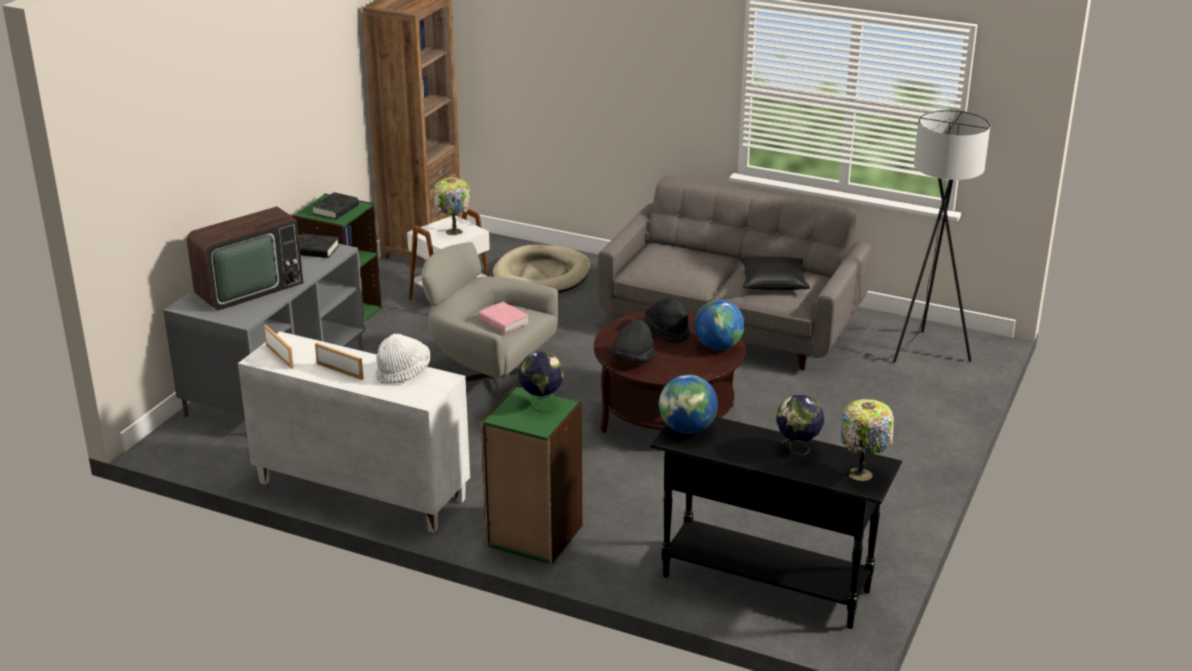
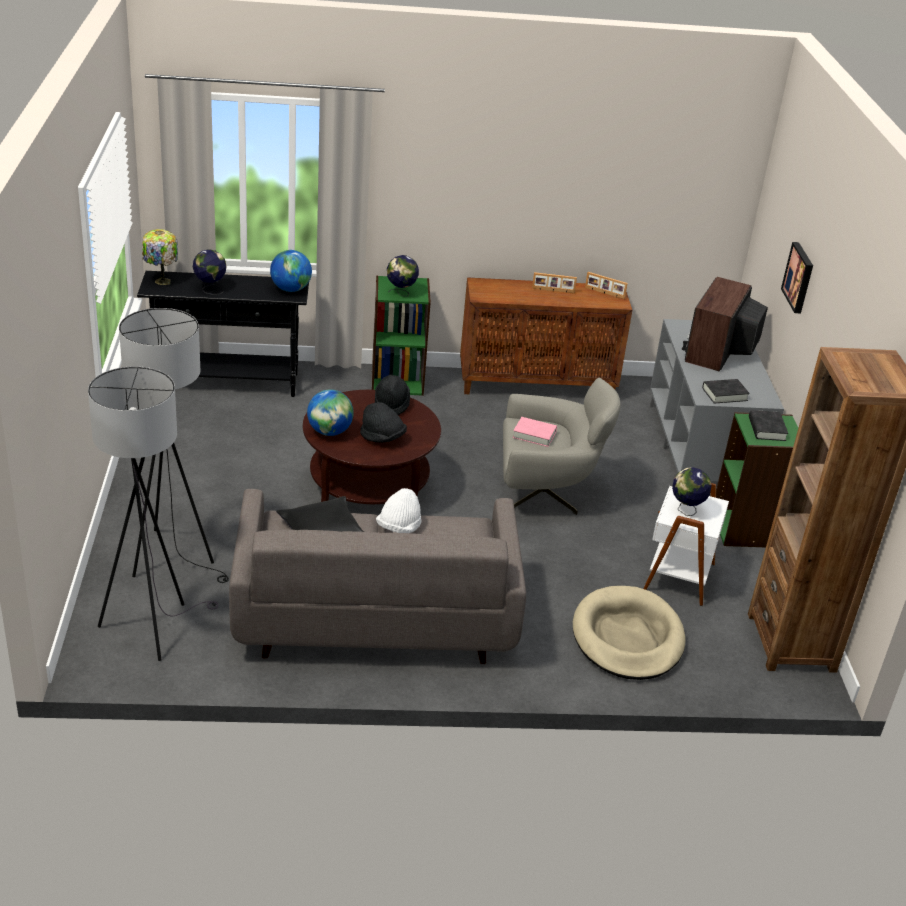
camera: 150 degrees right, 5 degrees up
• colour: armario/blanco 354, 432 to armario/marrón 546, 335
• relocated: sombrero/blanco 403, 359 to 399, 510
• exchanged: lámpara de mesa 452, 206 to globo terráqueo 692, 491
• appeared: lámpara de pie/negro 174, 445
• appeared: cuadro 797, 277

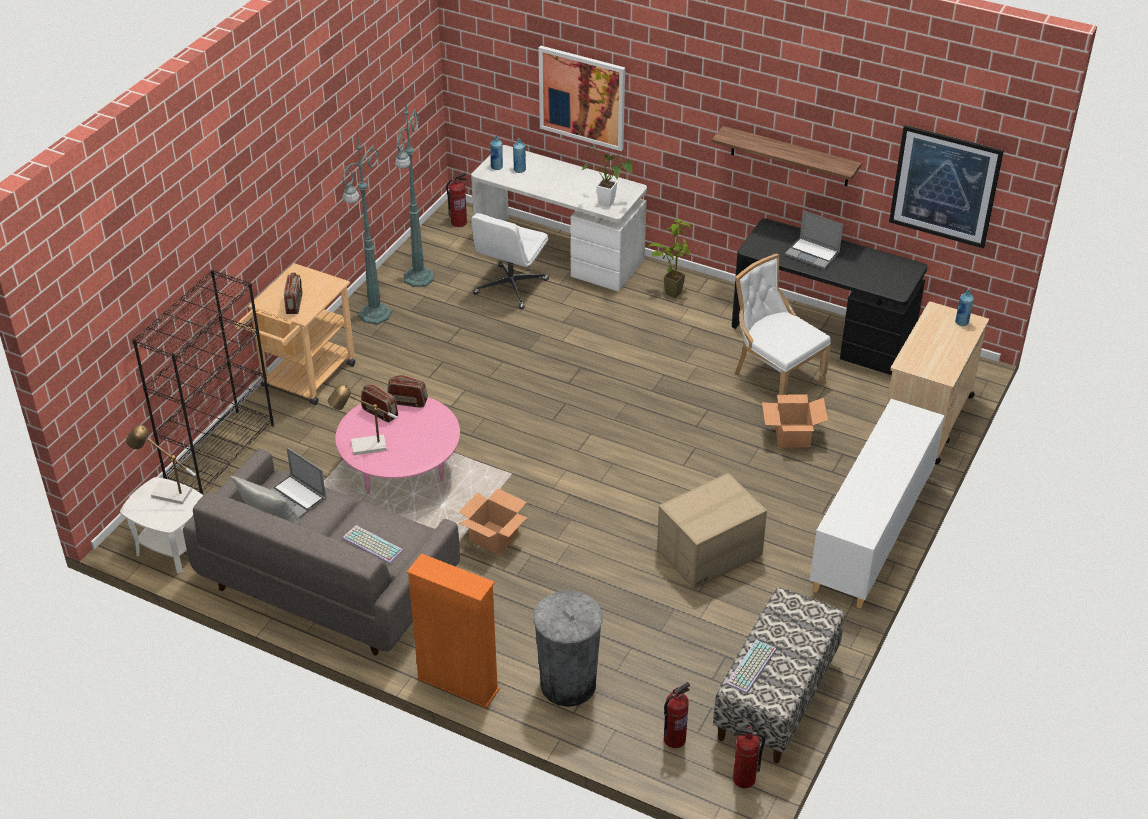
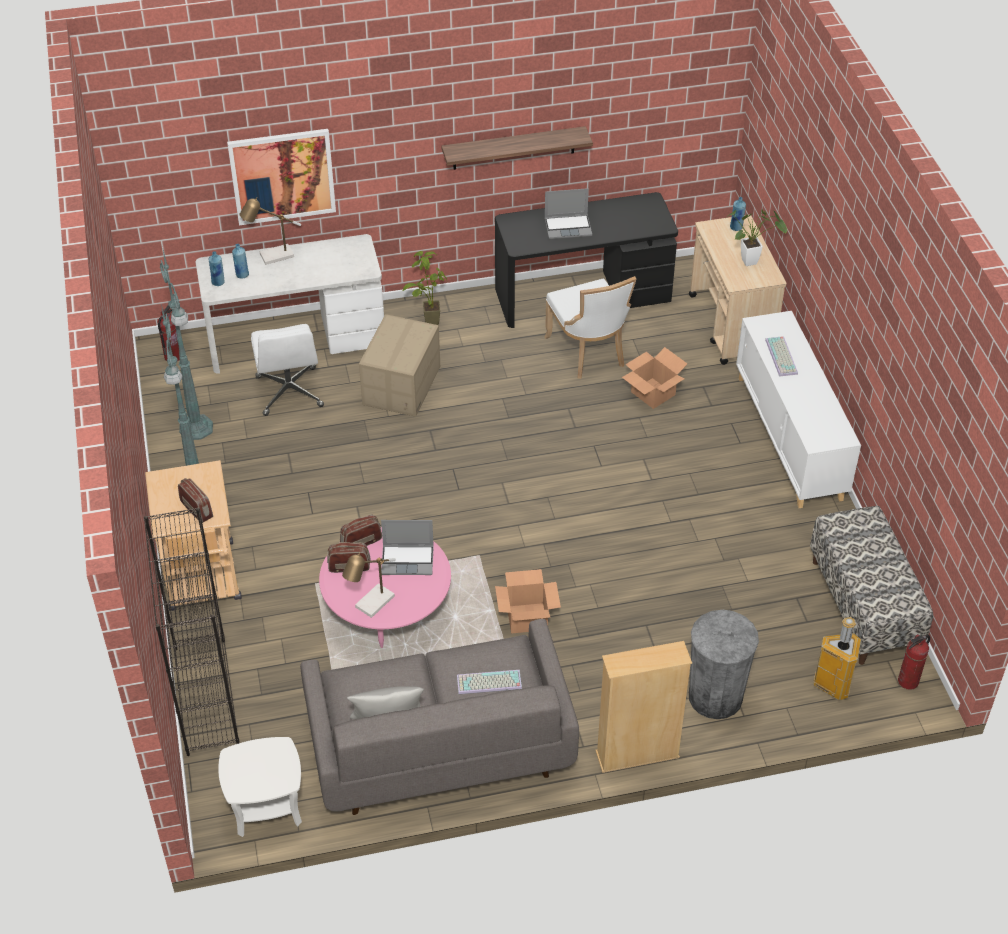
camera: 40 degrees left, 5 degrees up
• relocated: lámpara de mesa 161, 464 to 270, 231
• relocated: portátil 298, 482 to 407, 547
• colour: estantería/naranja 453, 630 to estantería/beis 643, 707
• relocated: planta en maceta 607, 176 to 757, 237
• relocated: caja de cartón 712, 531 to 399, 365
• exchanged: extintor 677, 715 to papelera 837, 659
• relocated: teclado 751, 667 to 781, 356
• spun: silla/blanco 783, 324 = 590, 327 120 degrees counterclockwise
• missing: cuadro 946, 186

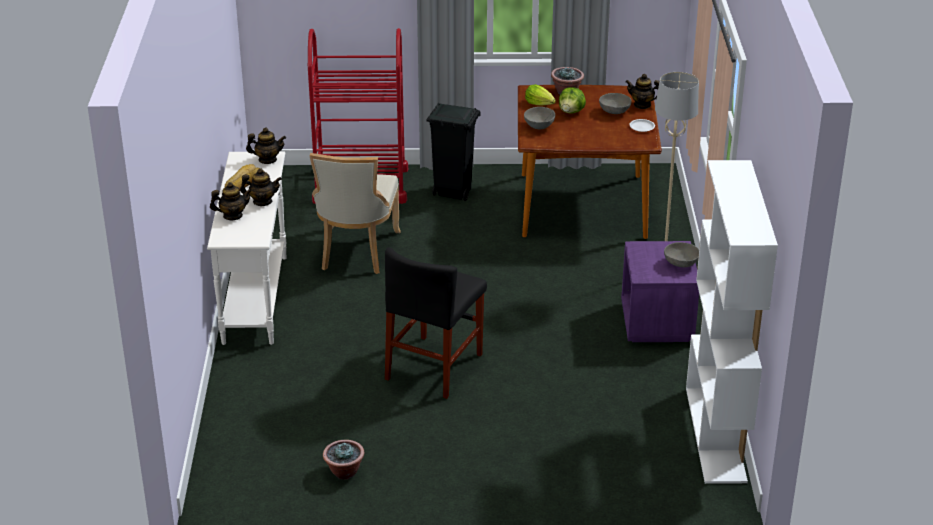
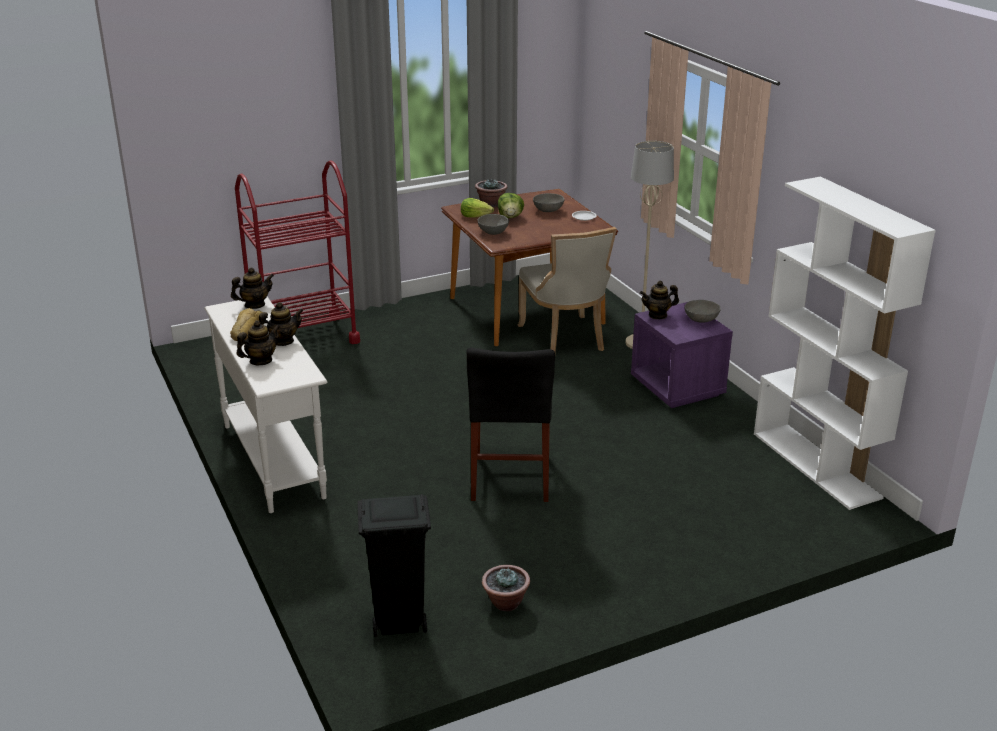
camera: 25 degrees left, 5 degrees down
• relocated: silla/beis 355, 213 to 567, 290
• relocated: papelera/negro 453, 152 to 394, 565
• relocated: tetera 642, 91 to 659, 299

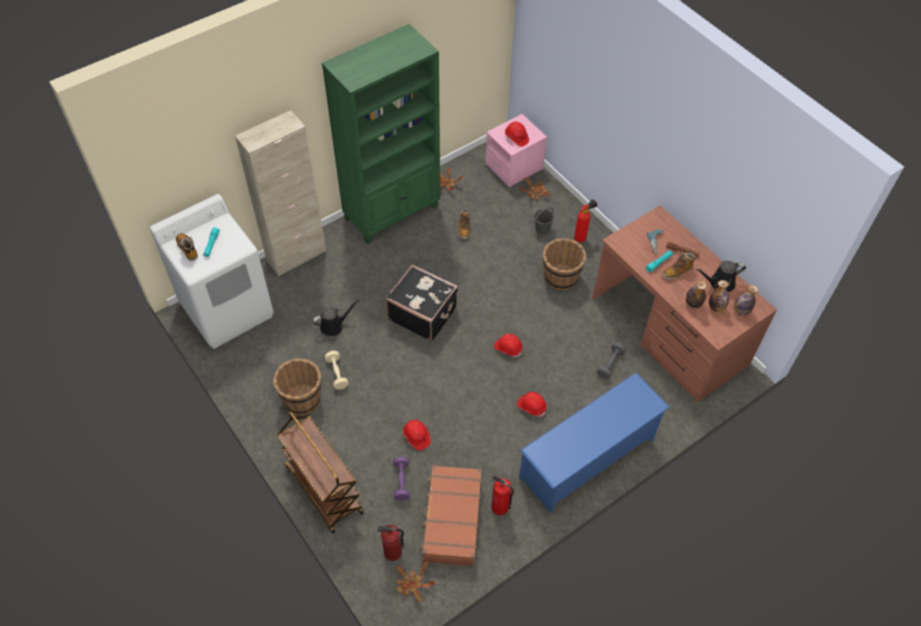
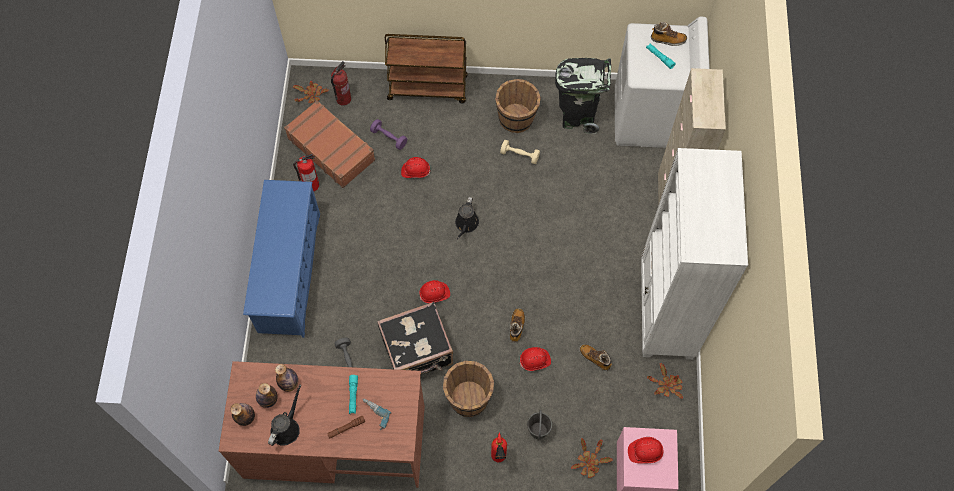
camera: 130 degrees right, 10 degrees up
• relocated: regadera/negro 336, 317 to 467, 218
• colour: estantería/verde 381, 134 to estantería/blanco 694, 254
• relocated: maleta/negro 421, 302 to 415, 338
• relocated: casco/rojo 532, 404 to 535, 359
• relocated: bota 679, 266 to 517, 325
• appeared: papelera/negro 583, 96

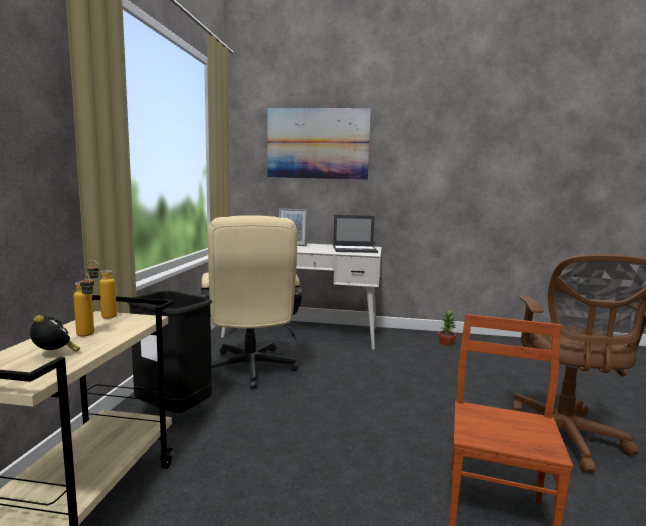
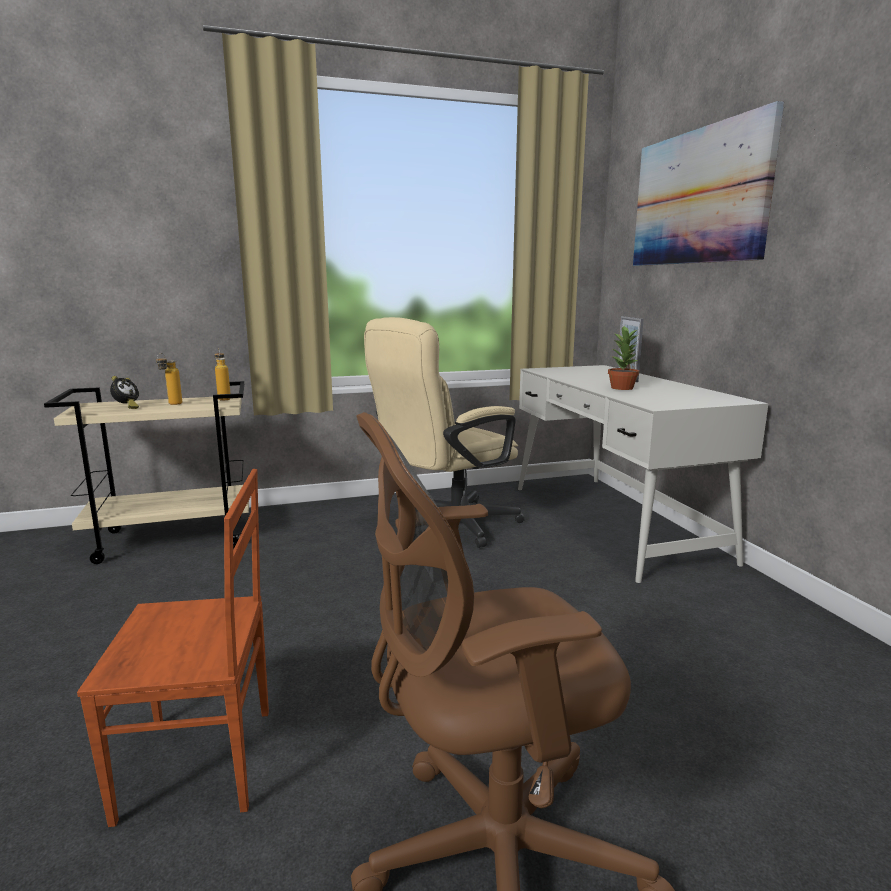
camera: 65 degrees right, 5 degrees up
• missing: papelera/negro 169, 352
• missing: portátil 355, 234
• relocated: planta en maceta 447, 328 to 624, 358

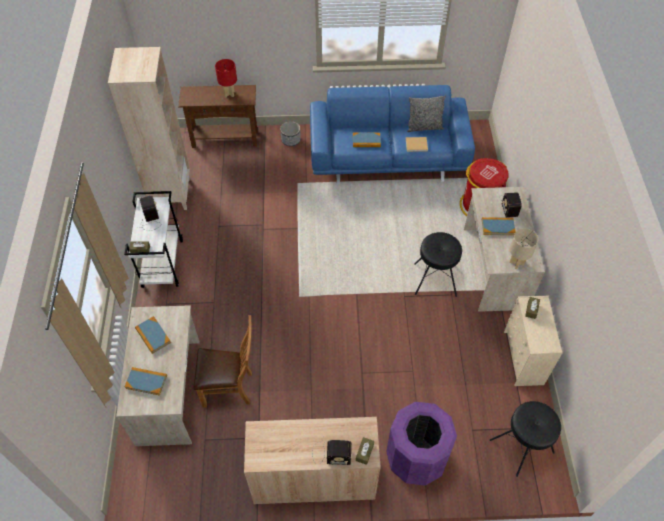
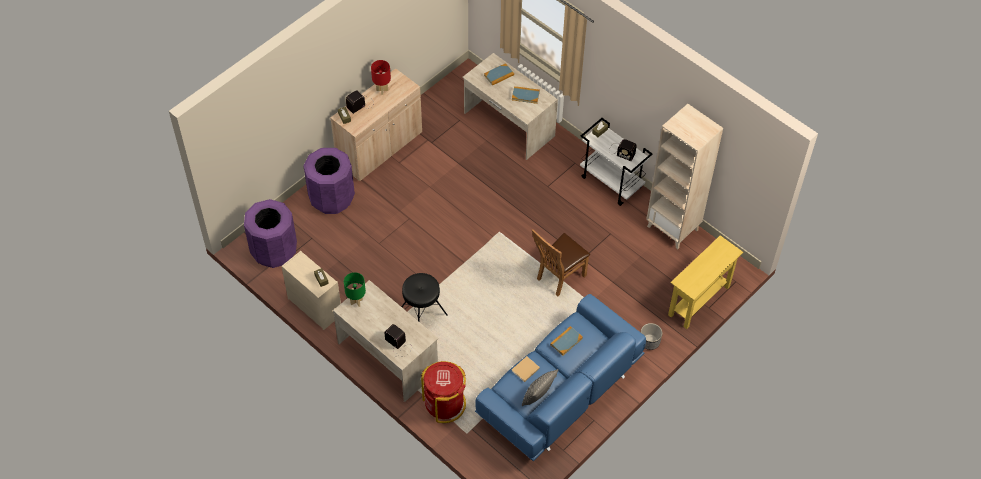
camera: 135 degrees right, 0 degrees up
• colour: mesa consola/marrón 217, 116 to mesa consola/amarillo 705, 282
• relocated: silla/marrón 223, 361 to 561, 262
• relocated: lámpara de mesa/rojo 226, 78 to 381, 77
• missing: libro 499, 226
• exchanged: taburete/negro 525, 439 to papelera/morado 270, 233
• colour: lámpara de mesa/beis 523, 248 to lámpara de mesa/verde 355, 289

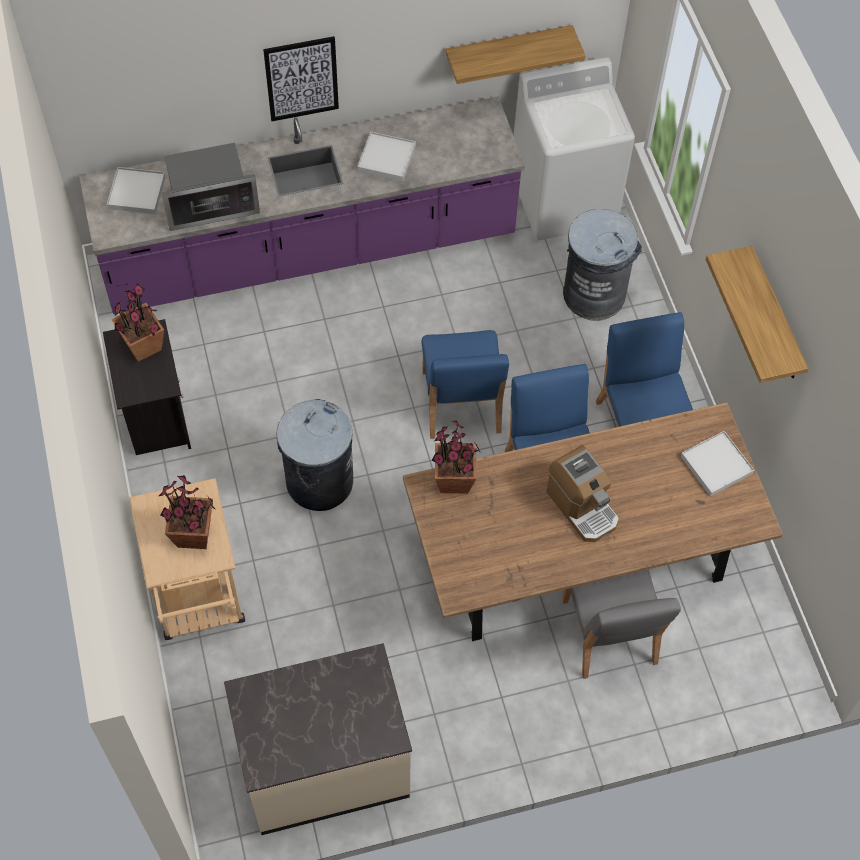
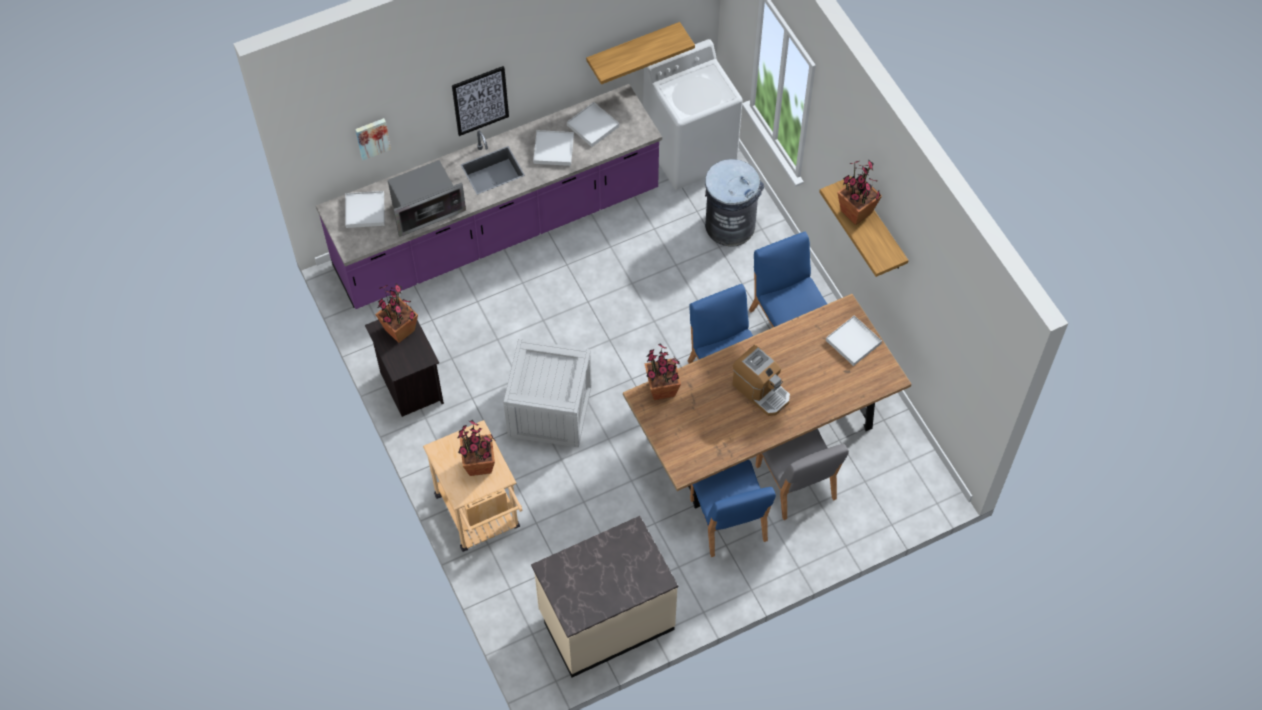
camera: 10 degrees left, 0 degrees up
• exchanged: papelera/gris 315, 455 to caja de embalaje 547, 393
• relocated: silla/azul 465, 384 to 733, 508
• appeared: cuadro 373, 139
• appeared: bandeja/blanco 593, 124
• appeared: planta en maceta 859, 192

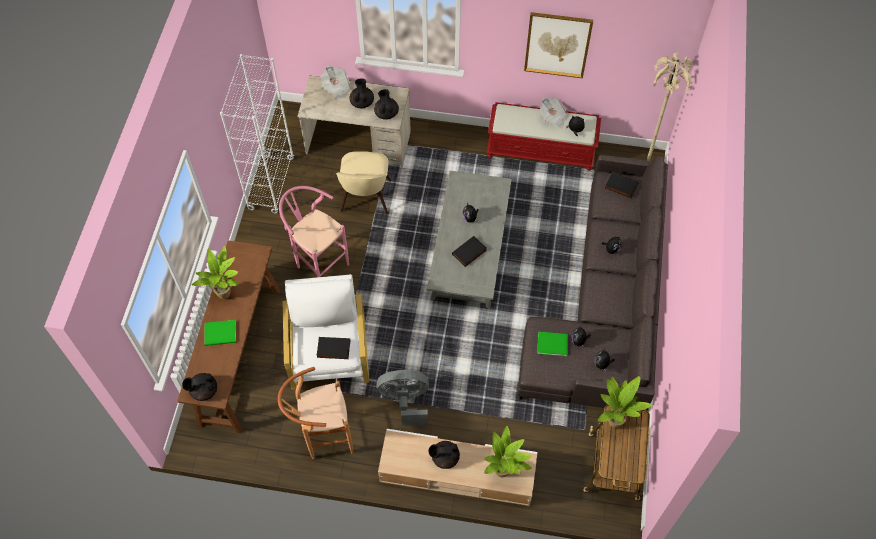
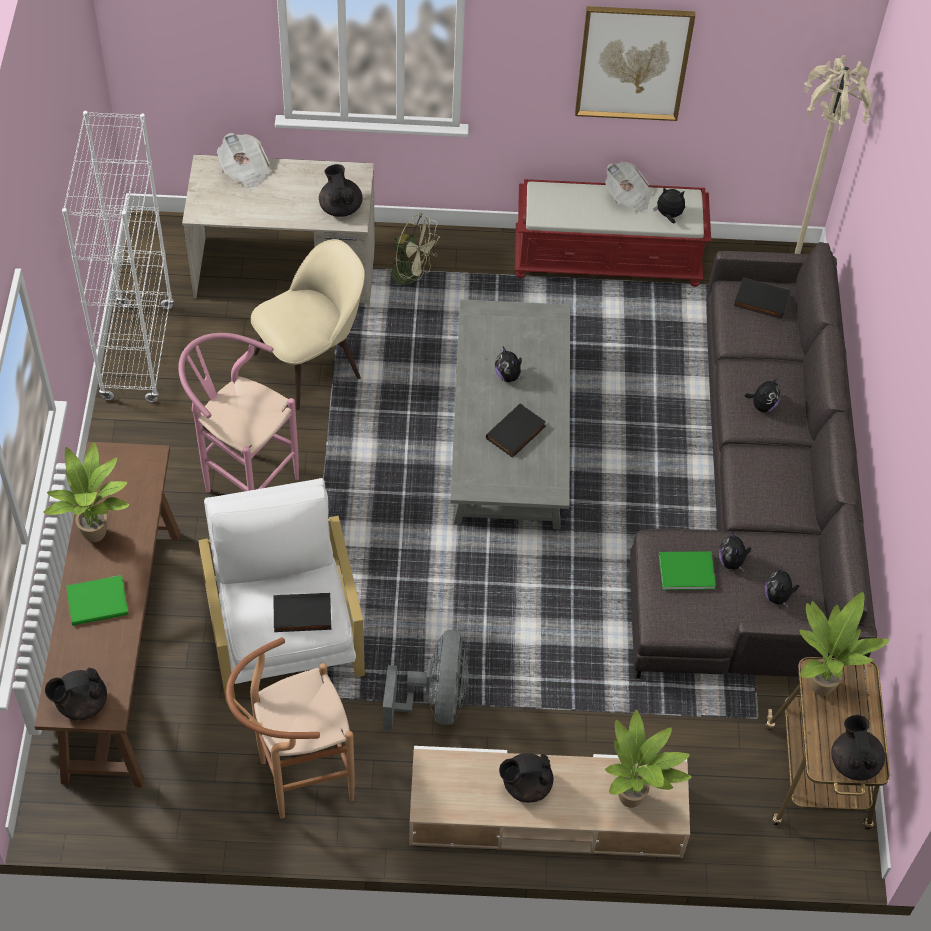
camera: 10 degrees left, 5 degrees down
• spun: silla/beis 363, 182 = 308, 325 120 degrees counterclockwise
• relocated: tetera/negro 362, 93 to 858, 748
• spun: ventilador/gris 402, 398 = 426, 680 105 degrees clockwise
• appeared: ventilador/verde 414, 248

